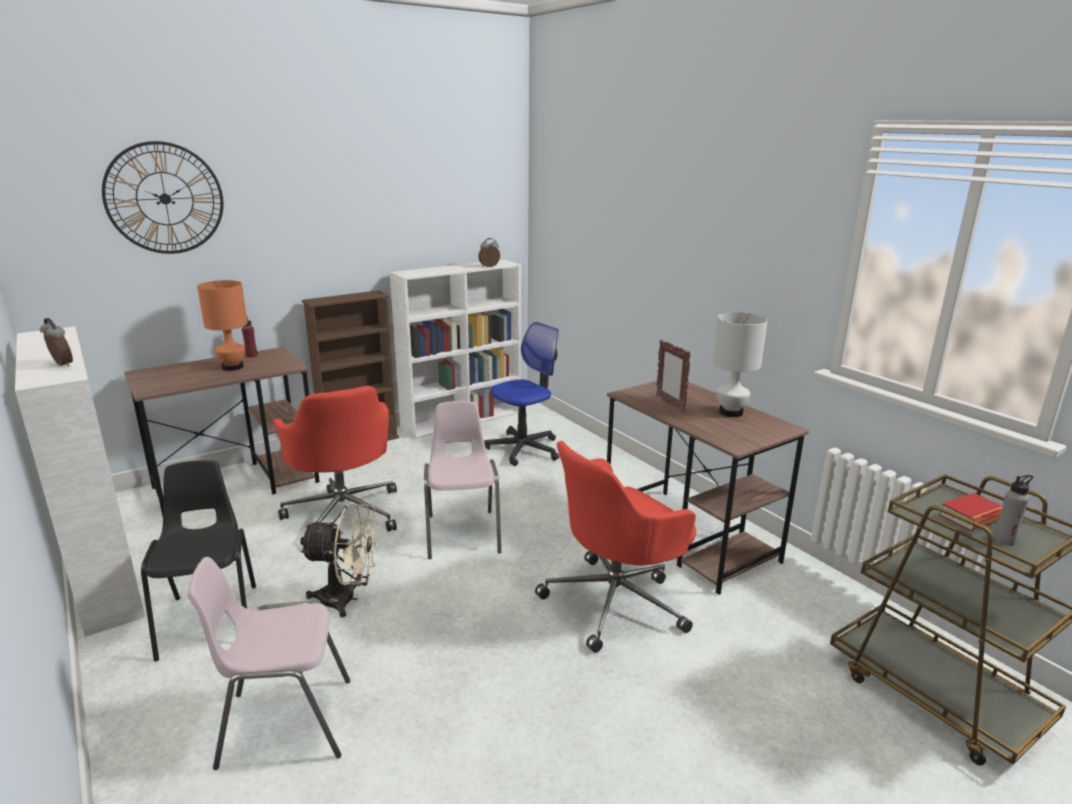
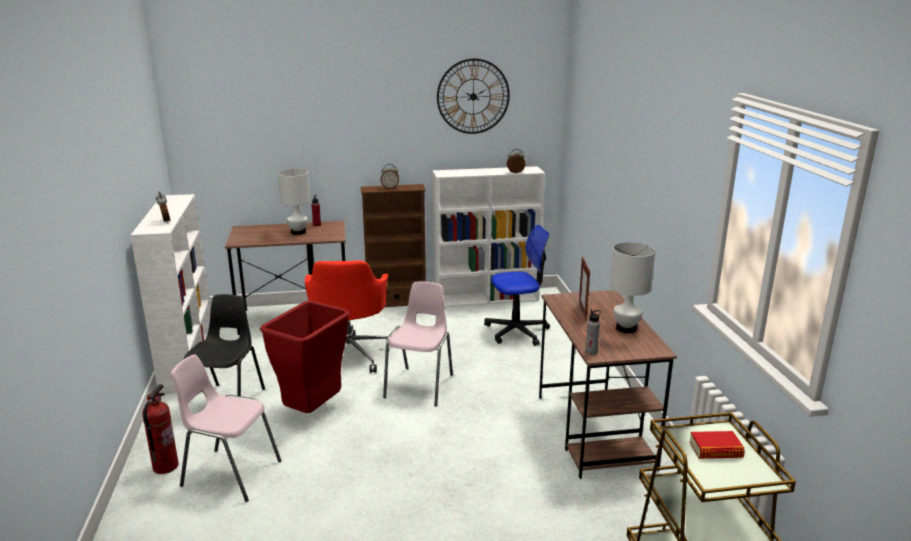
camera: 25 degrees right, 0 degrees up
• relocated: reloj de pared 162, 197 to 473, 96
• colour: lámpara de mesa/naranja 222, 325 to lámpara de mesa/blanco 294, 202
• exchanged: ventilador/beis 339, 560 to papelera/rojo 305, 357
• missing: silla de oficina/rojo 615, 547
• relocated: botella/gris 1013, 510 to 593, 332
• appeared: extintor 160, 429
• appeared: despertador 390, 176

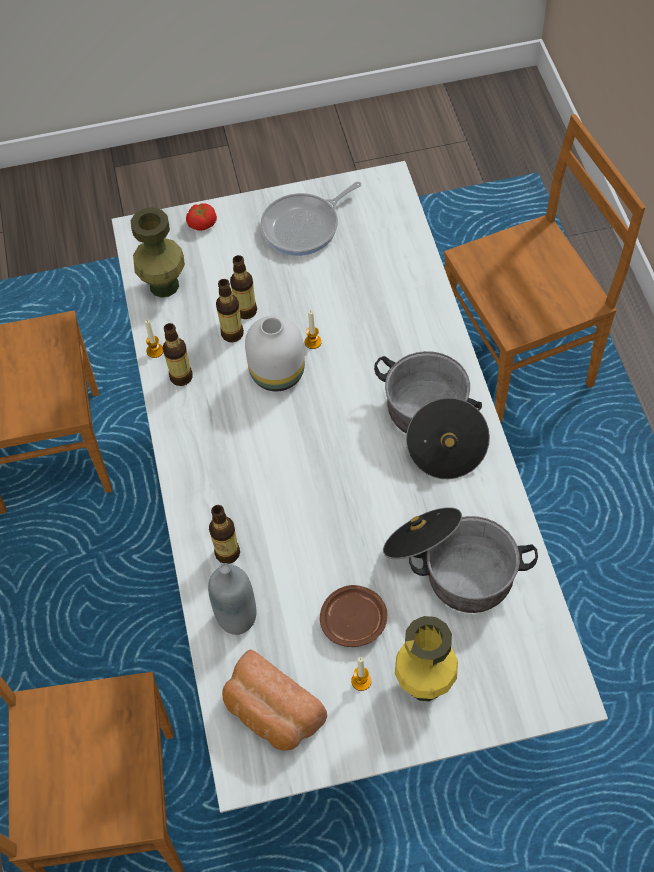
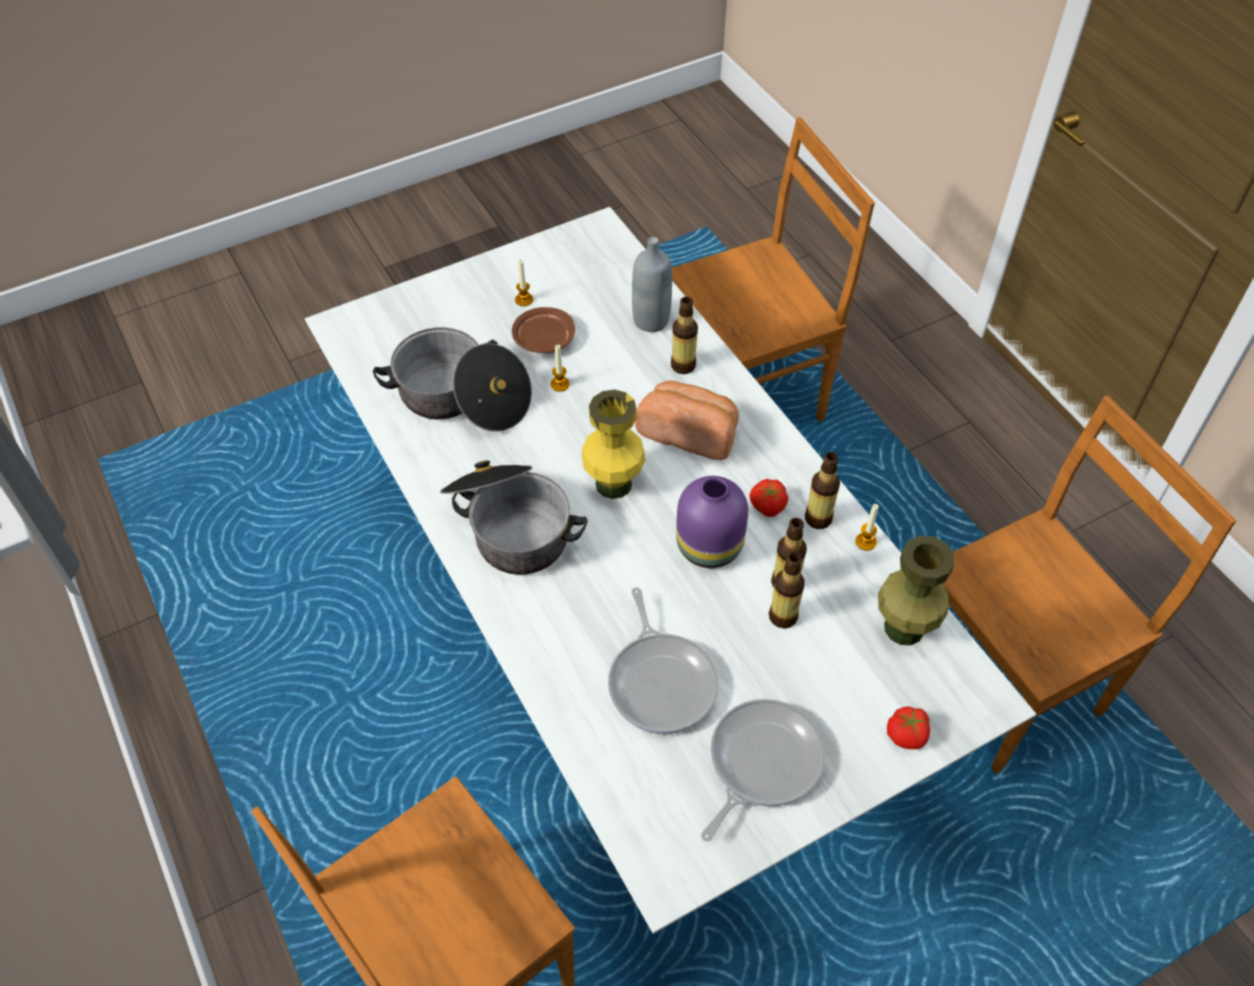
camera: 160 degrees right, 5 degrees down
• relocated: pan 274, 700 to 687, 420
• colour: florero/blanco 275, 353 to florero/morado 712, 522
• relocated: vela 313, 329 to 560, 368
• relocated: florero/amarillo 426, 658 to 613, 444
• appeared: sartén 663, 661
• appeared: tomate 768, 498

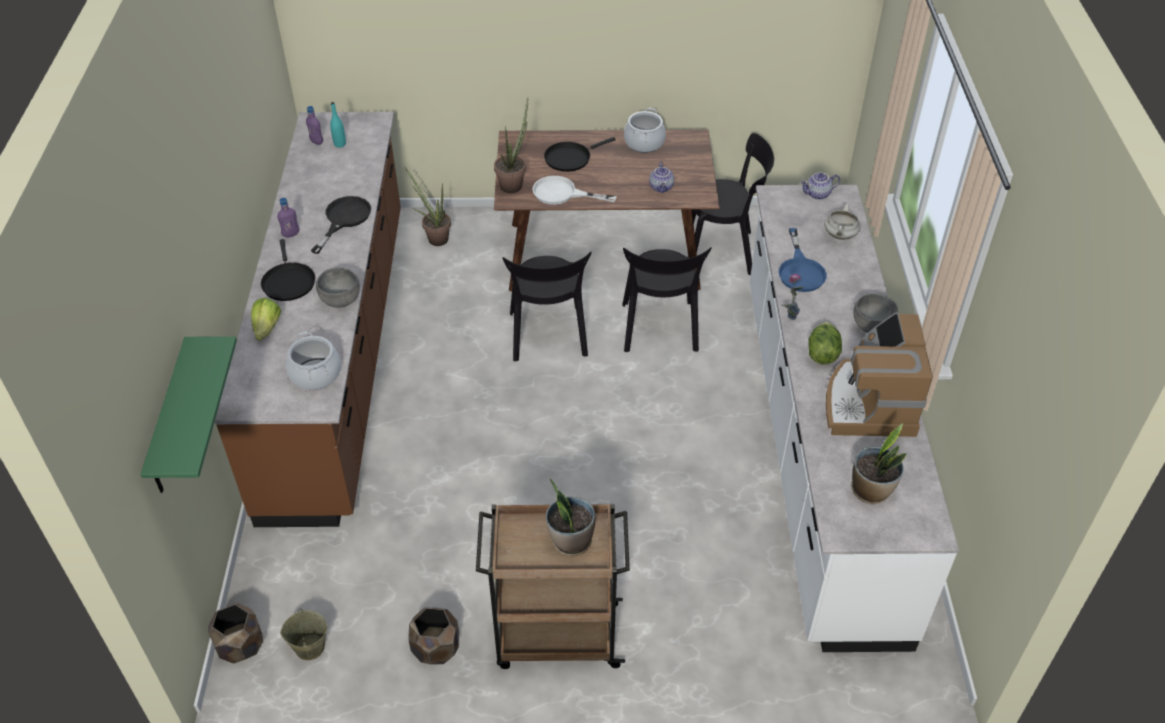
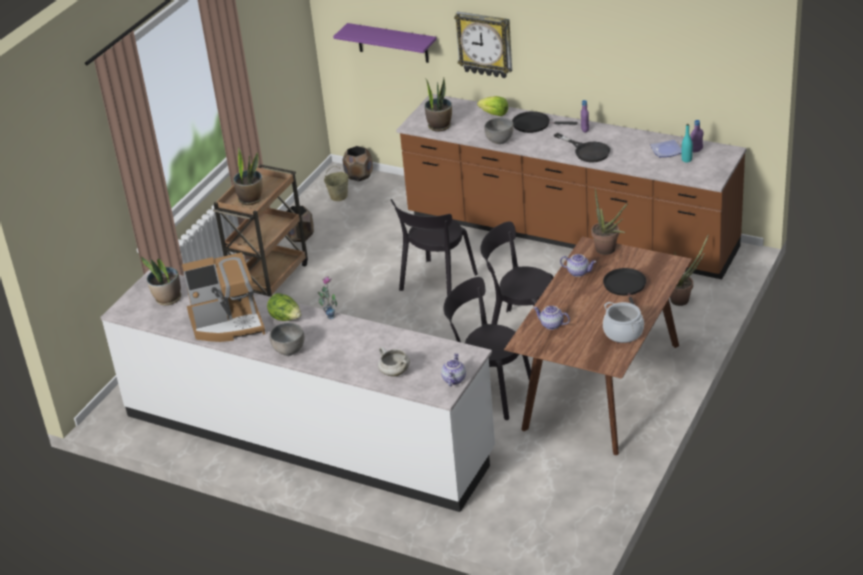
camera: 120 degrees right, 10 degrees down
• colour: estante/verde 188, 414 to estante/morado 385, 43
• exchanged: olla 313, 360 to planta en maceta 438, 105
• exchanged: sartén/blanco 574, 190 to tetera 578, 265
• relocated: silla/negro 733, 204 to 434, 247
• missing: sartén/azul 803, 260
• spun: cafetera 879, 374 = 223, 297 135 degrees clockwise
• appeared: reloj de pared 483, 45
• appeared: plato 666, 148

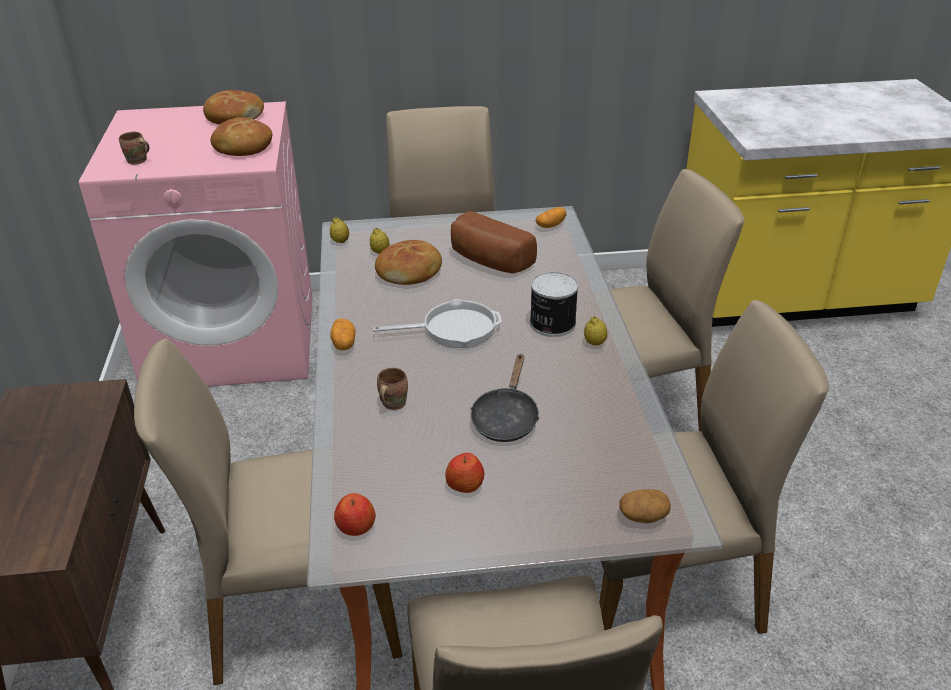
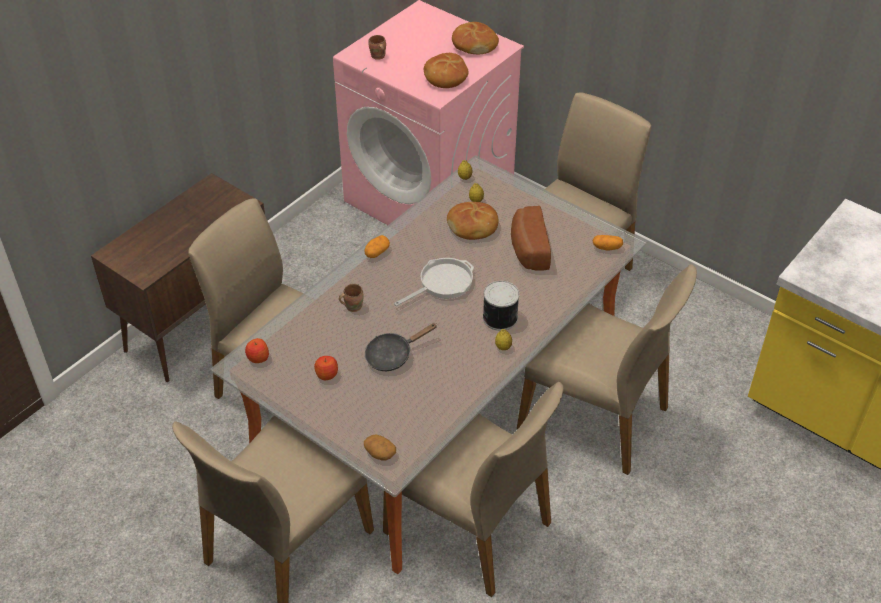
camera: 45 degrees right, 10 degrees up
• spun: sartén 437, 323 = 434, 282 75 degrees counterclockwise

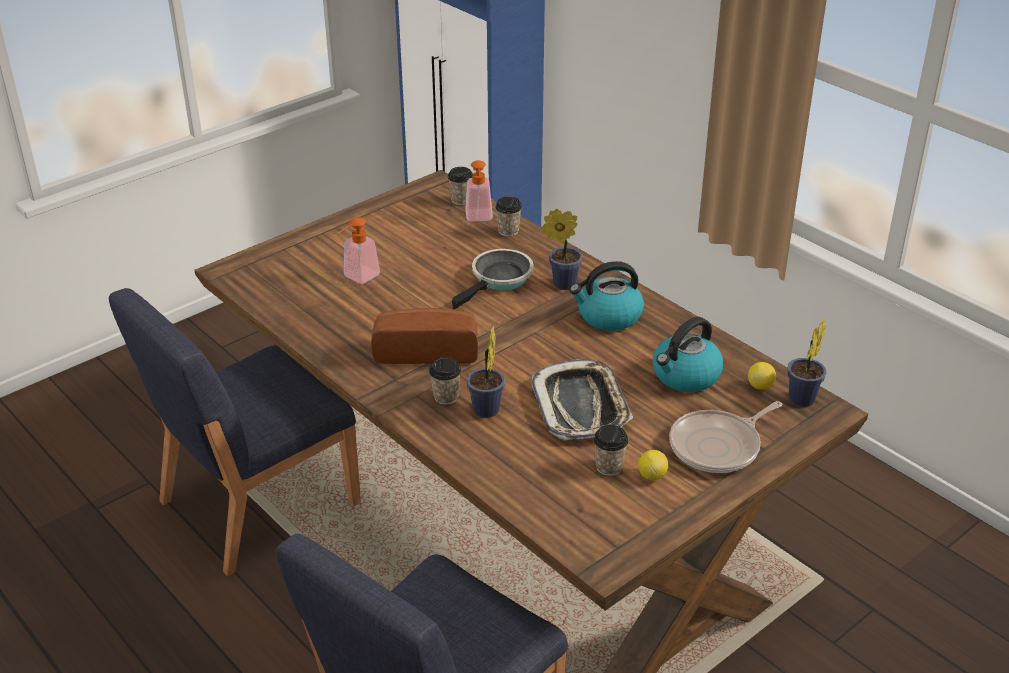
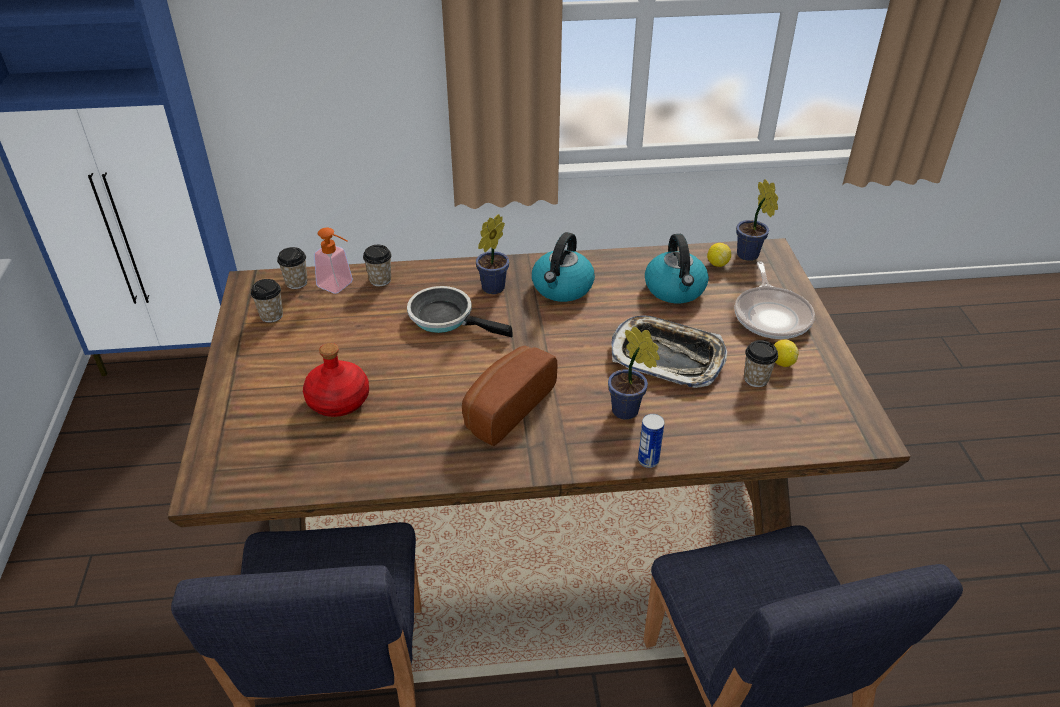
camera: 55 degrees left, 5 degrees up
• exchanged: dispensador de jabón 358, 250 to botella/rojo 336, 380
• relocated: taza 445, 381 to 267, 301
• spun: sartén 492, 279 = 460, 311 45 degrees counterclockwise
• appeared: lata 651, 441

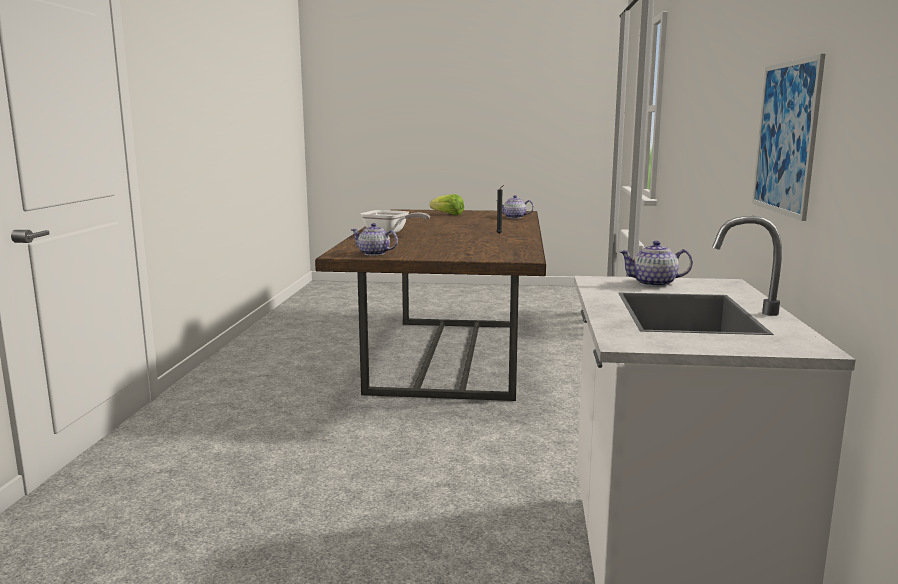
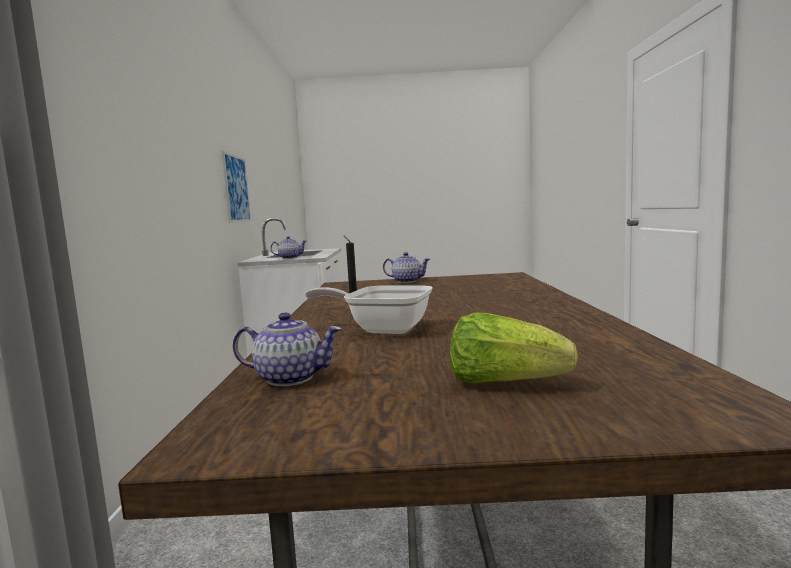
camera: 175 degrees right, 5 degrees down
• relocated: tetera 374, 239 to 406, 267
• relocated: sartén 395, 222 to 369, 310

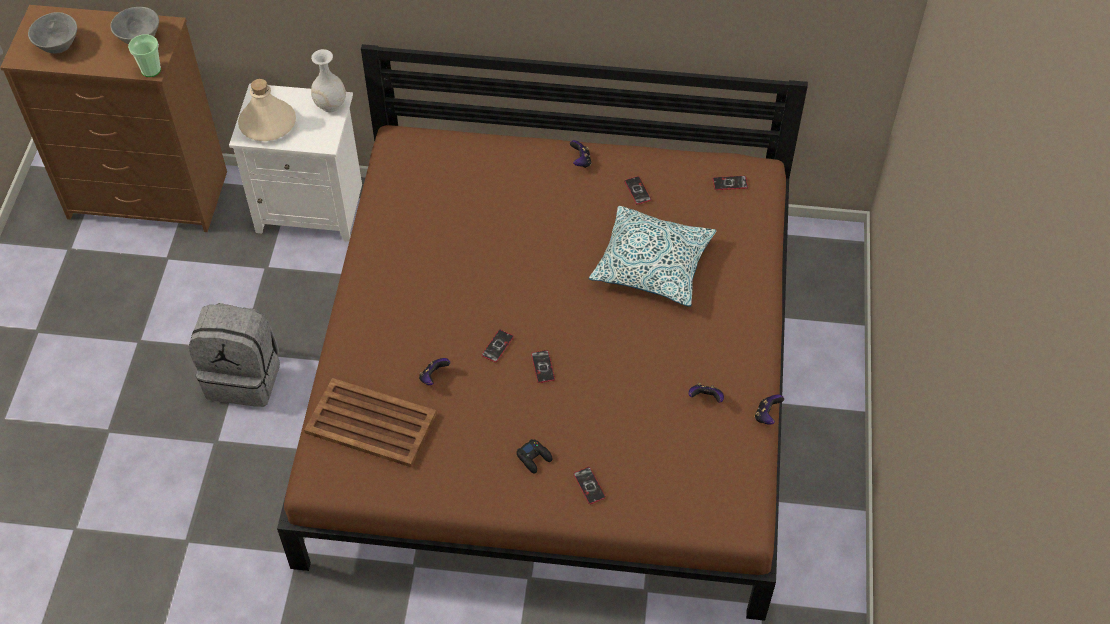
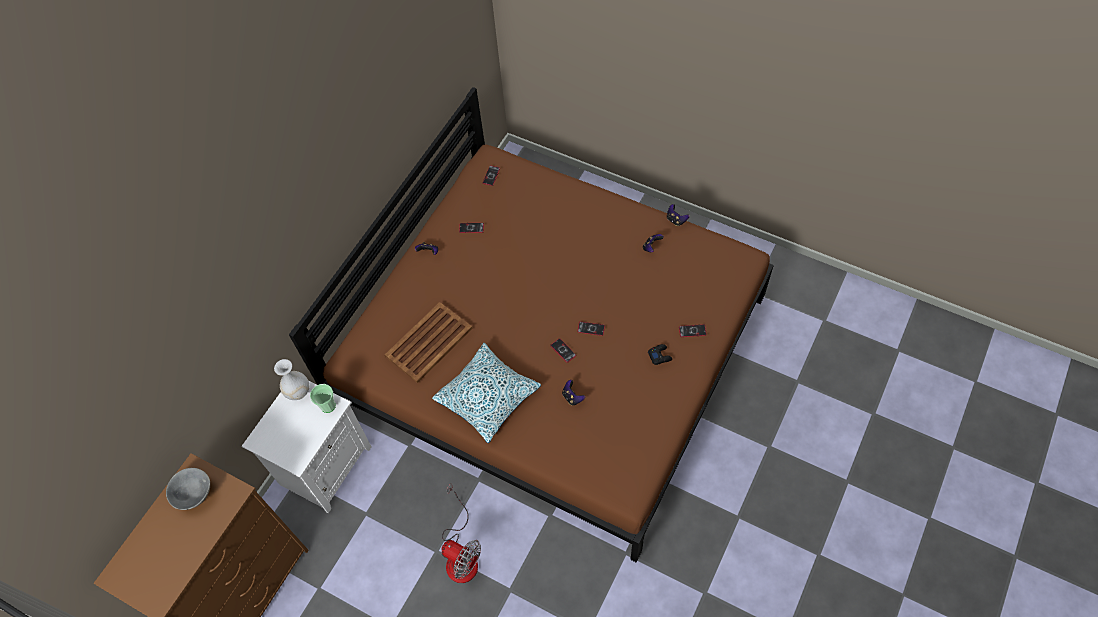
camera: 65 degrees left, 5 degrees up
• missing: cuenco/gris 52, 32
• relocated: taza 144, 55 to 323, 398
• exchanged: mochila/gris 233, 355 to ventilador 461, 533
• missing: botella/beis 267, 110
• relocated: bandeja/marrón 370, 422 to 429, 342
• relocated: cojín 653, 256 to 486, 393

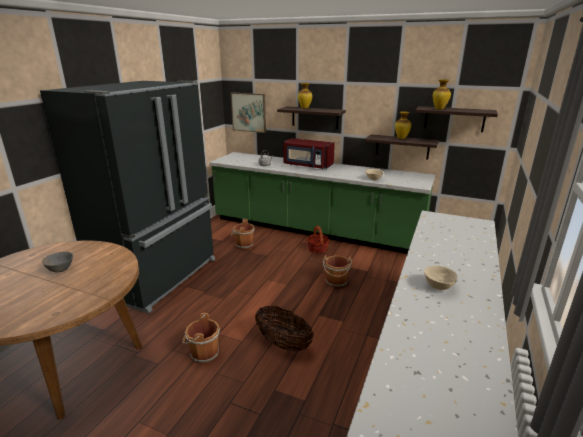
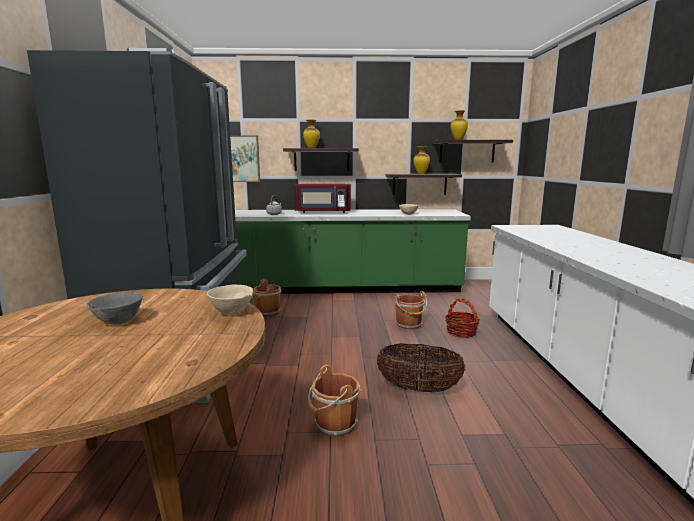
camera: 25 degrees left, 10 degrees down
• relocated: cesta 318, 239 to 462, 318
• relocated: cuenco/beis 440, 278 to 230, 299

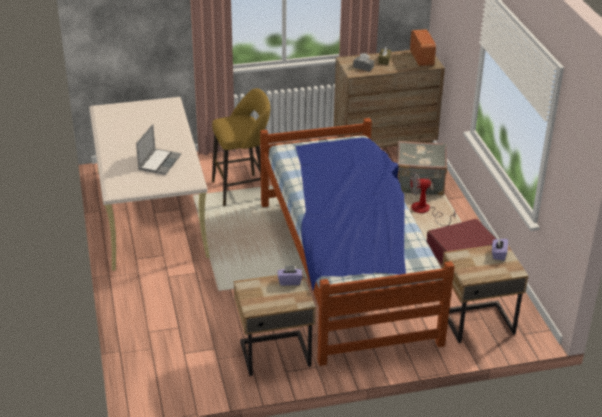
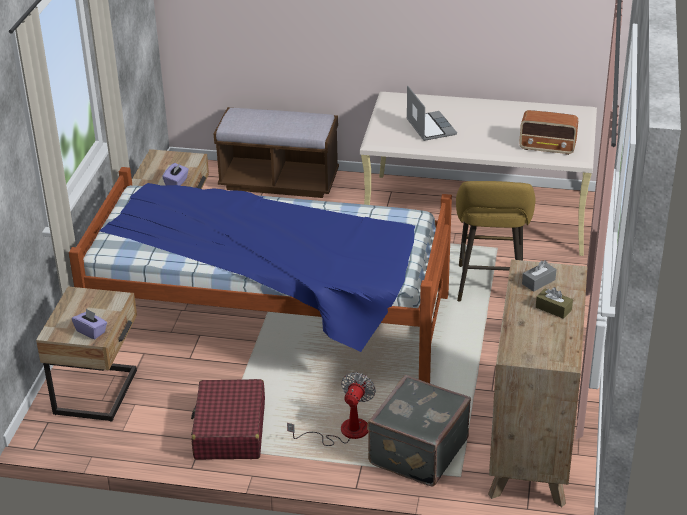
camera: 115 degrees right, 0 degrees up
• spun: portátil 158, 149 = 432, 113 150 degrees counterclockwise
• relocated: radio 423, 48 to 548, 132
• appeared: banco/marrón 276, 152

